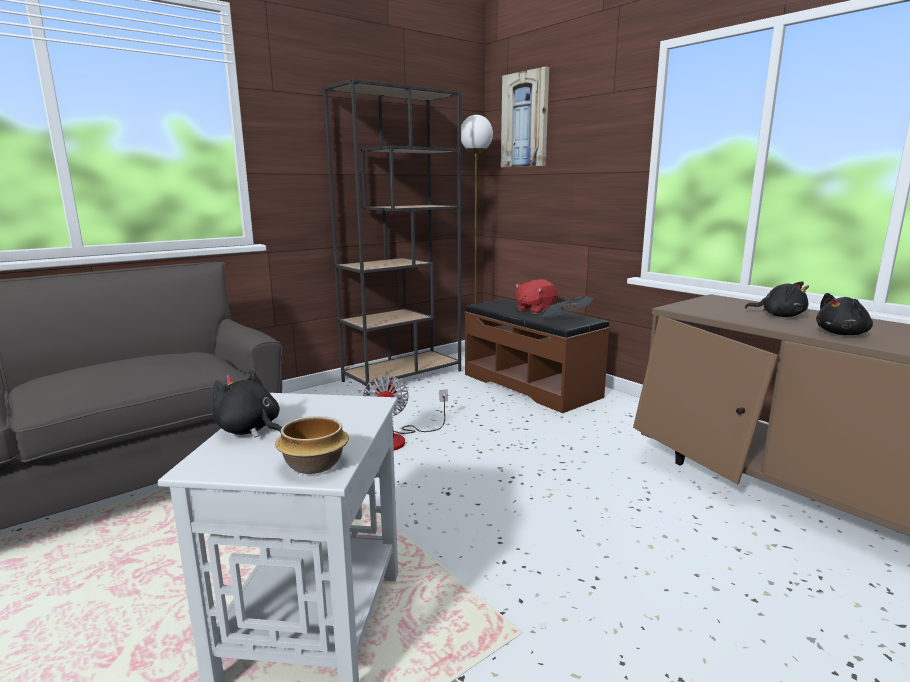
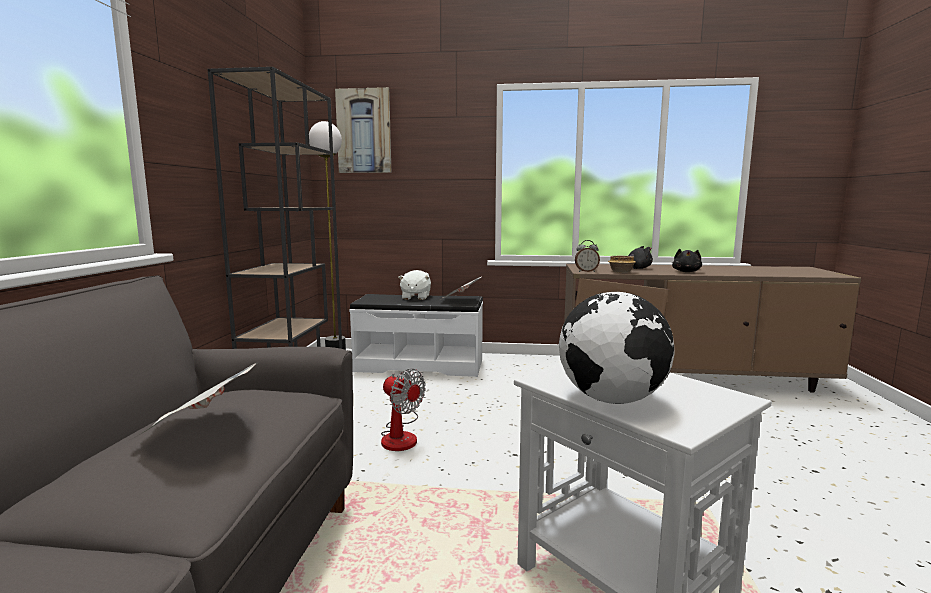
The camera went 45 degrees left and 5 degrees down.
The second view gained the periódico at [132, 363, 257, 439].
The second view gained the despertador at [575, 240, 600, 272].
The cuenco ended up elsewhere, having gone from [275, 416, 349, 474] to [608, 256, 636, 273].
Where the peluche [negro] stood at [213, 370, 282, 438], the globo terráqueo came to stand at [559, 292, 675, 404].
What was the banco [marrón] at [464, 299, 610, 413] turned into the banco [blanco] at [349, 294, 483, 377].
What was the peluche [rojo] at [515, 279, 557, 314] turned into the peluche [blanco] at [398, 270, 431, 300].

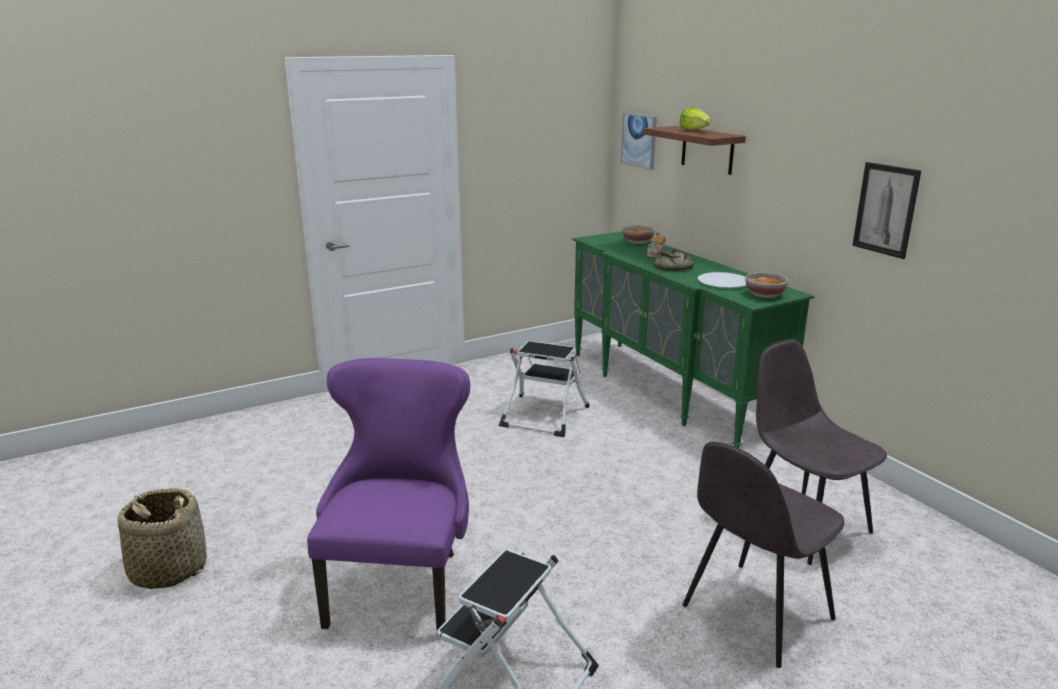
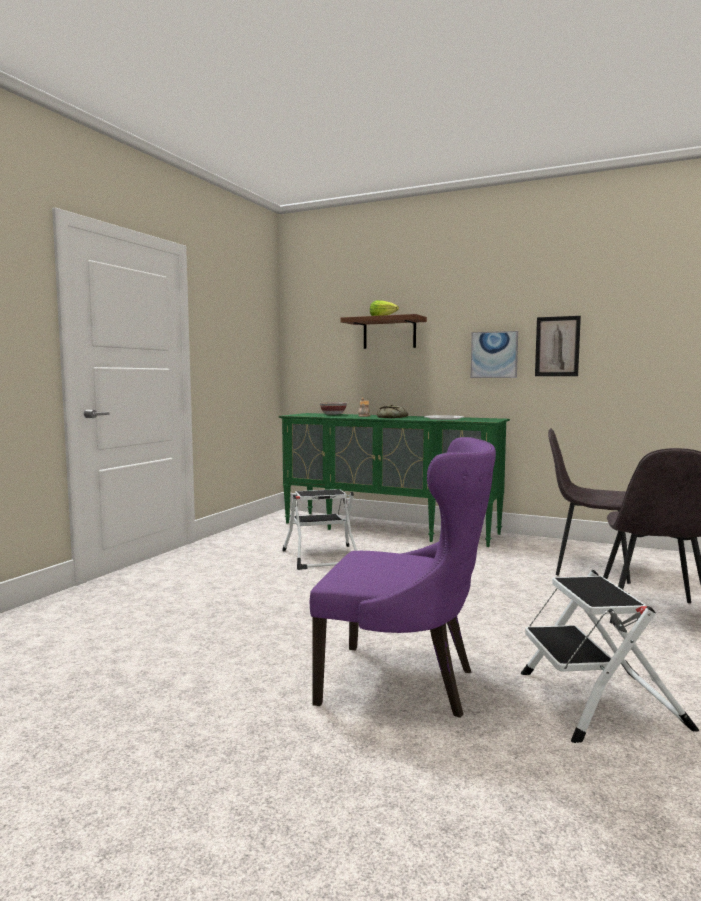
The camera went 35 degrees left and 15 degrees down.
The second view lost the cesta at [118, 488, 207, 589].
The second view lost the cuenco at [745, 272, 788, 298].
The cuadro ended up elsewhere, having gone from [621, 113, 657, 169] to [471, 331, 518, 378].
The silla [morado] at [307, 358, 470, 638] ended up facing another way, 135 degrees clockwise from before.

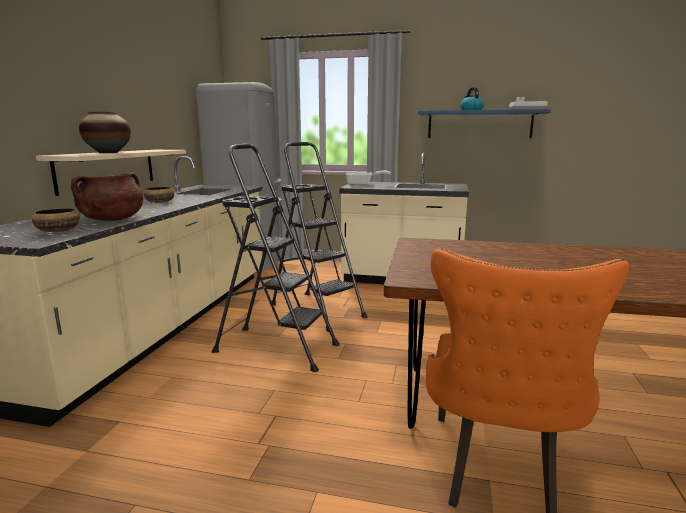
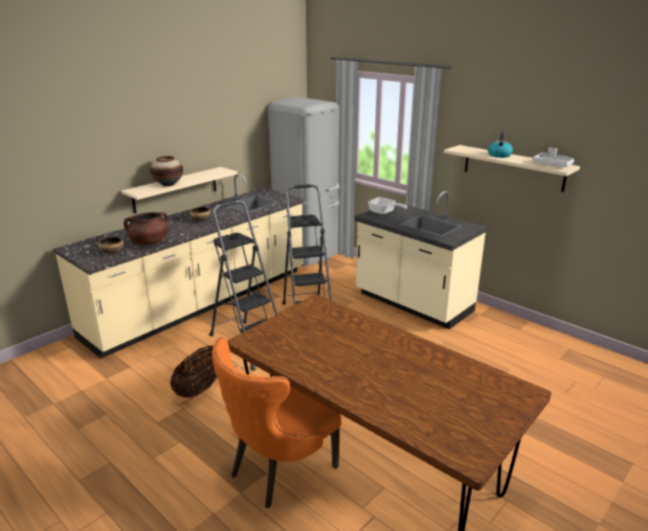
The camera went 30 degrees right and 10 degrees up.
The second view gained the cesta at [170, 345, 217, 398].
What was the estante [azul] at [418, 109, 551, 138] turned into the estante [beis] at [444, 145, 580, 192].

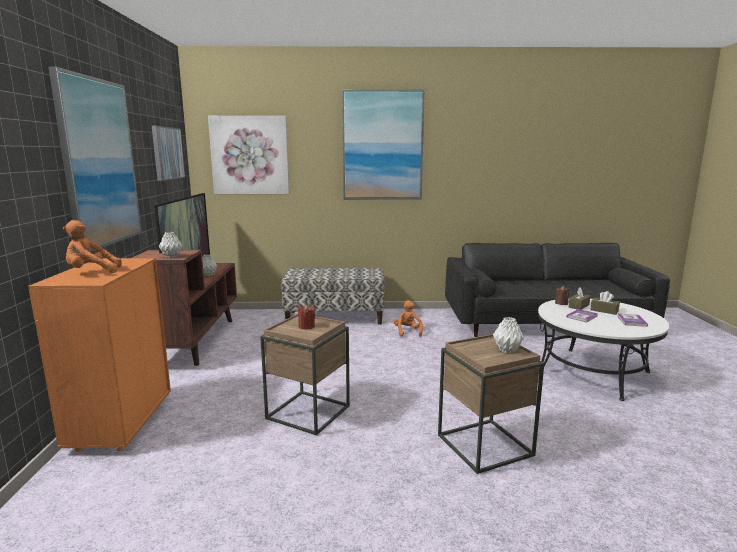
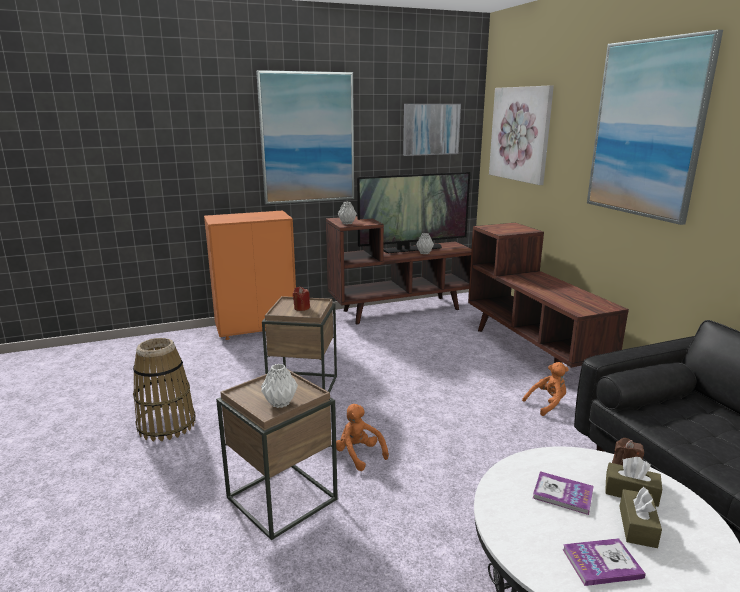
The camera went 70 degrees right and 5 degrees up.
The second view gained the cesta at [133, 338, 196, 441].
The peluche [naranja] ended up elsewhere, having gone from [63, 220, 122, 273] to [336, 404, 389, 471].
Where the banco stood at [281, 268, 385, 325], the mueble de televisión [marrón] came to stand at [468, 223, 629, 368].

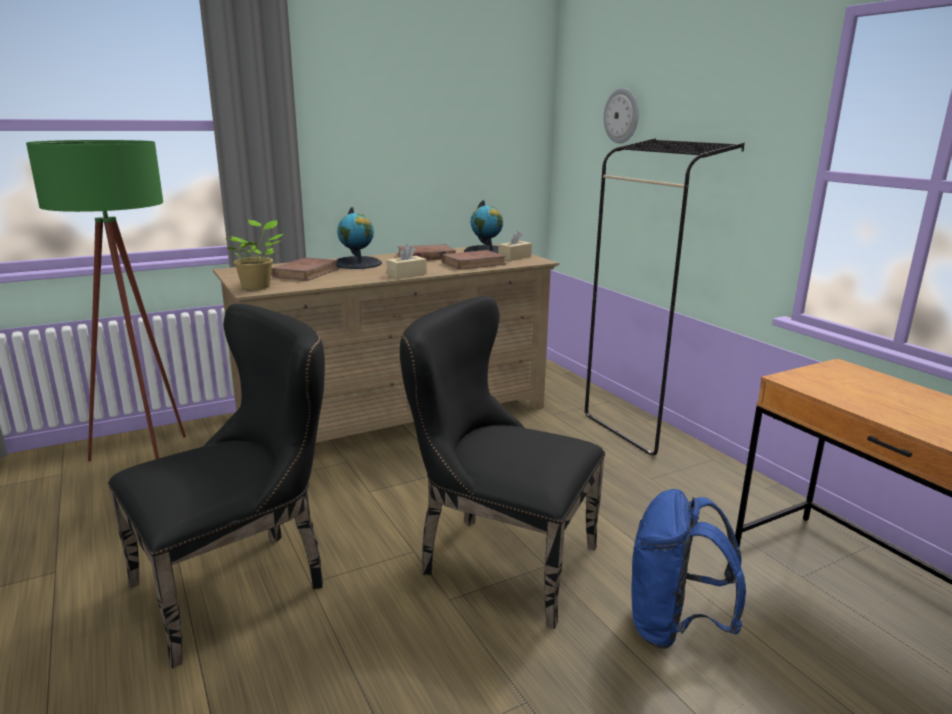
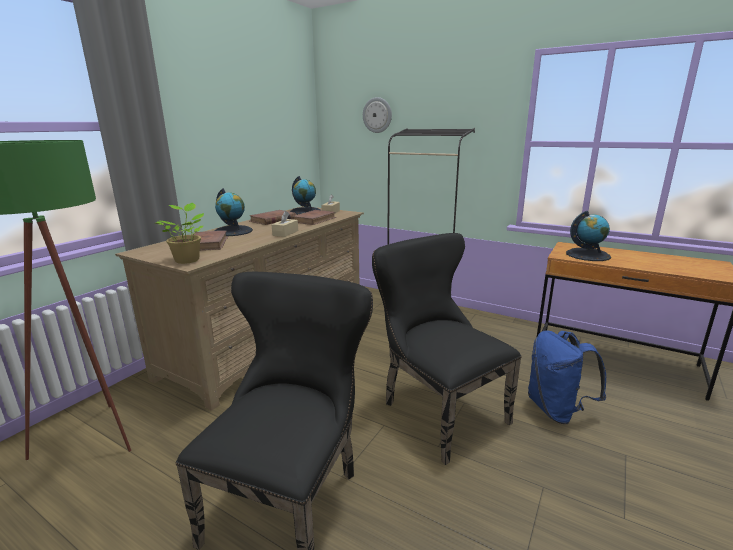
The camera went 30 degrees left and 0 degrees up.
The second view gained the globo terráqueo at [566, 211, 611, 261].
The silla [negro] at [400, 296, 605, 629] ended up facing another way, 60 degrees clockwise from before.

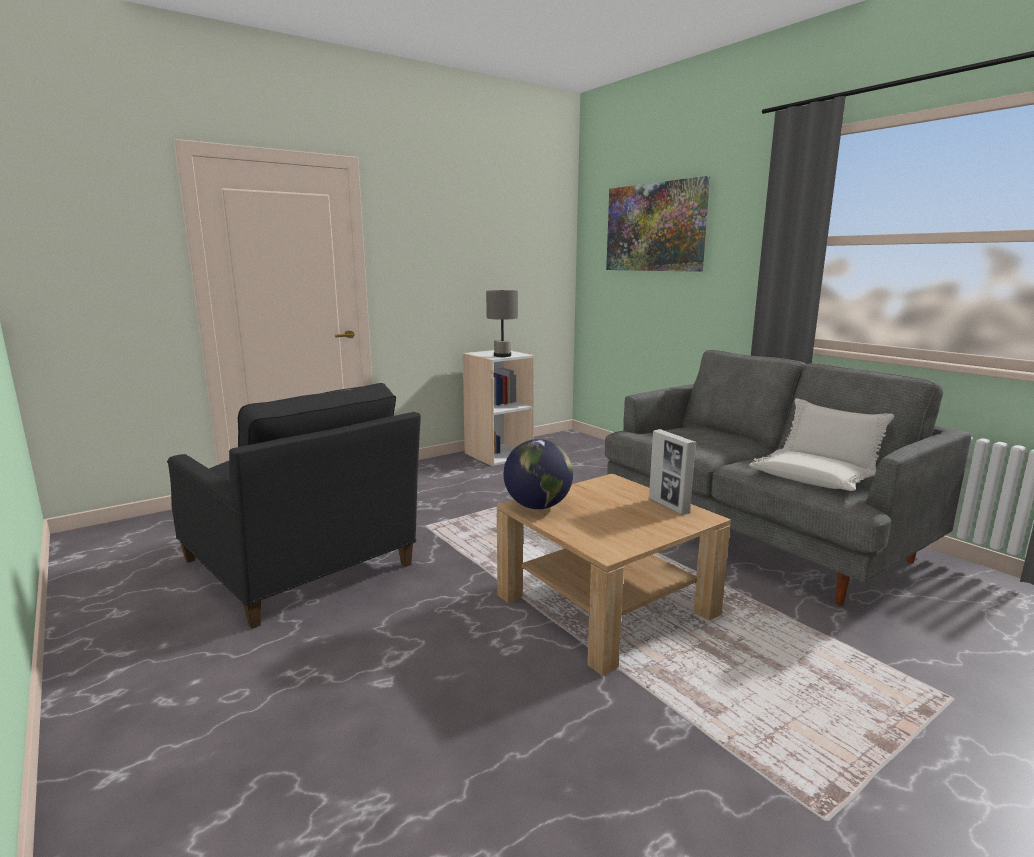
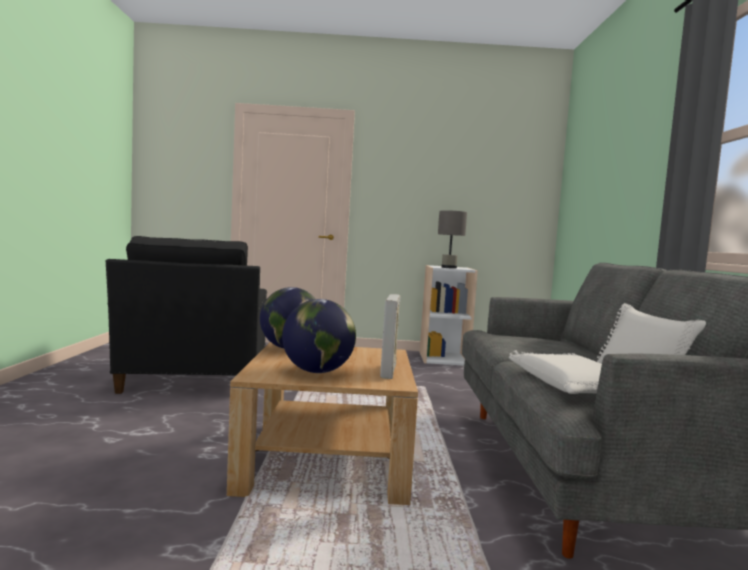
The camera went 35 degrees right and 10 degrees down.
The second view lost the cuadro at [606, 176, 710, 272].
The second view gained the globo terráqueo at [282, 299, 356, 373].

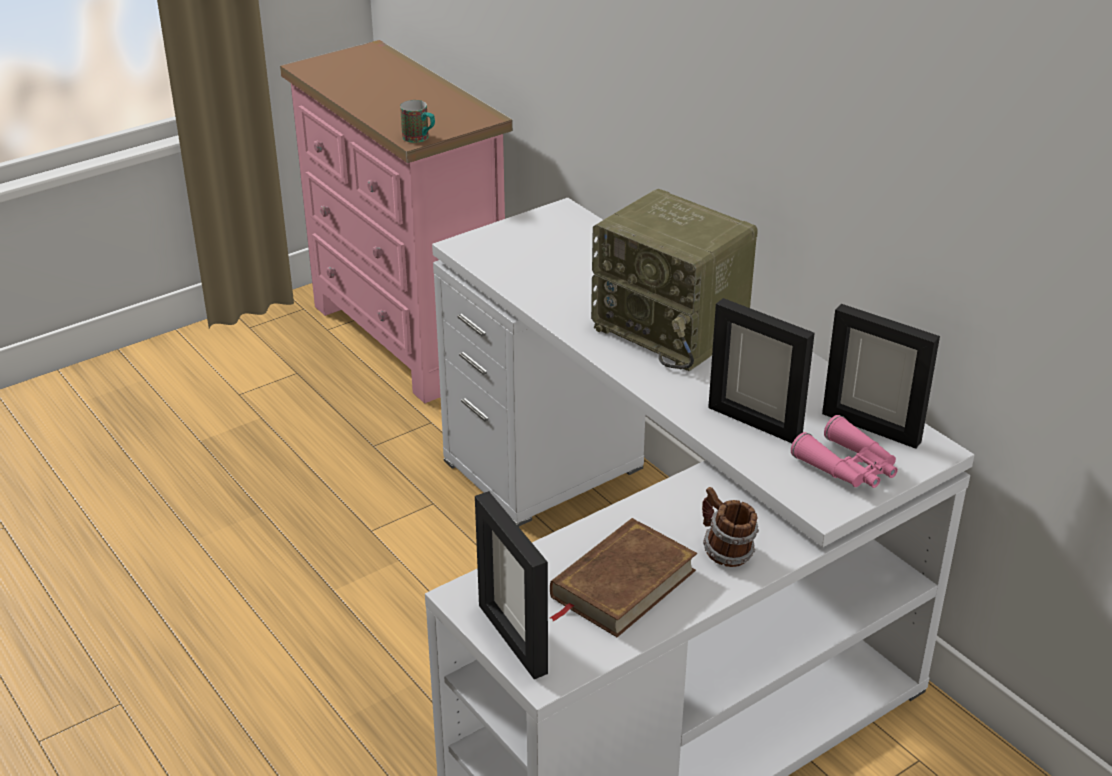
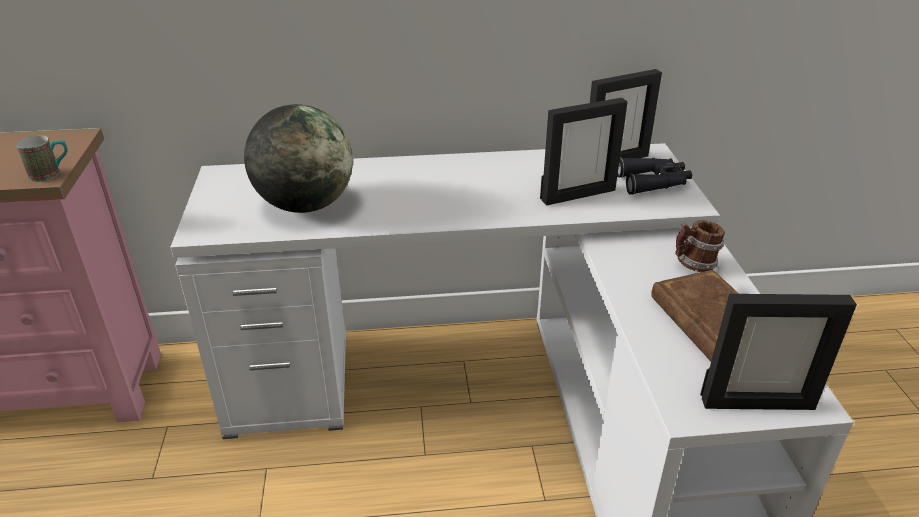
The camera went 60 degrees left and 0 degrees up.
The second view lost the radio at [591, 189, 758, 371].
The second view gained the globo terráqueo at [244, 104, 353, 213].
What was the prismáticos [rosa] at [791, 415, 898, 488] turned into the prismáticos [negro] at [617, 157, 692, 195].

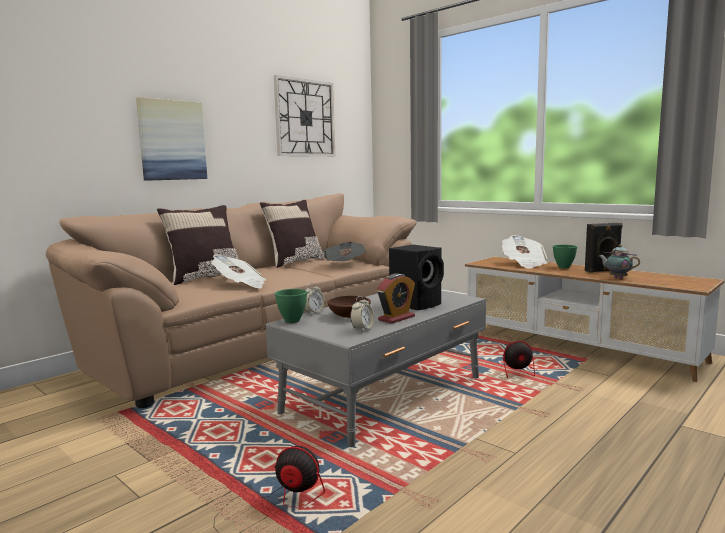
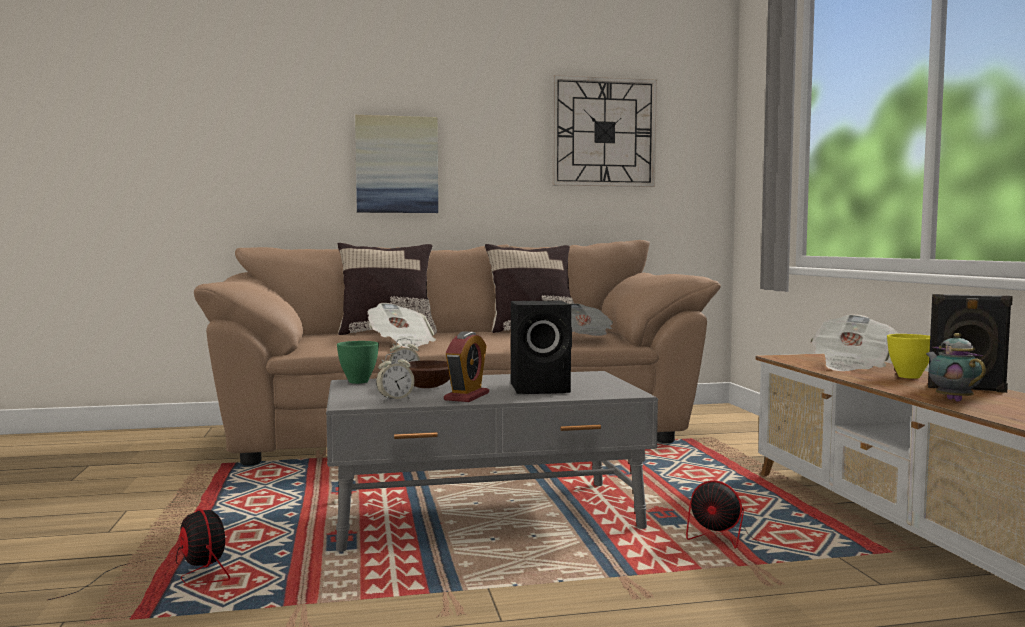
The camera went 35 degrees right and 5 degrees down.
What was the cuenco [verde] at [553, 245, 577, 268] turned into the cuenco [amarillo] at [887, 334, 930, 379].
The despertador at [377, 273, 415, 323] ended up facing another way, 60 degrees counterclockwise from before.

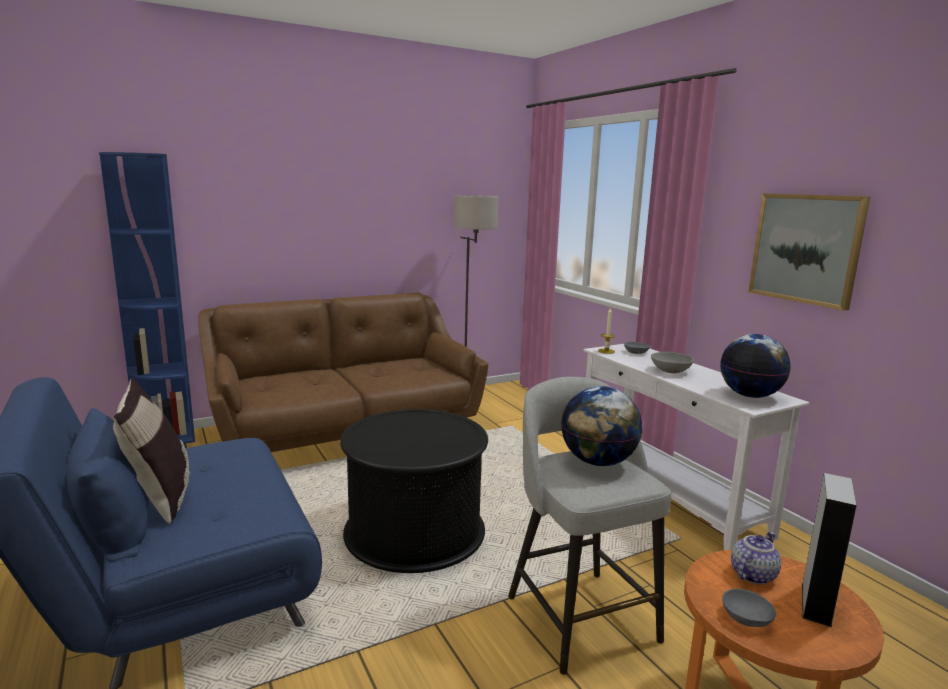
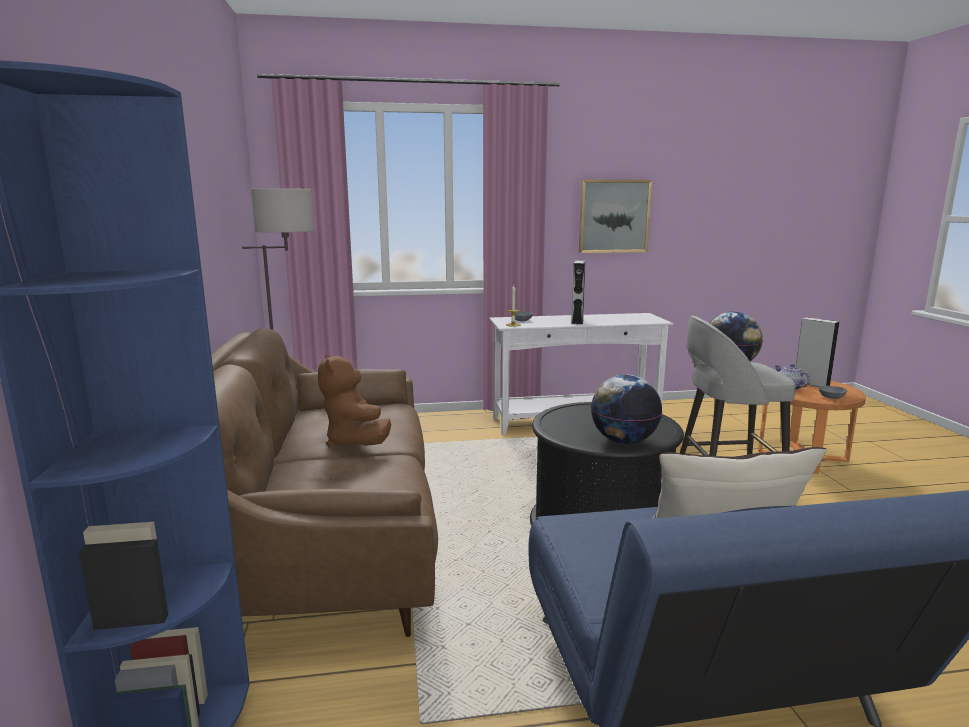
The camera went 70 degrees left and 0 degrees up.
The second view gained the peluche [marrón] at [318, 353, 391, 447].
The globo terráqueo ended up elsewhere, having gone from [720, 334, 791, 398] to [591, 375, 662, 444].
Where the cuenco [gris] stood at [651, 352, 694, 373], the altavoz [gris] came to stand at [571, 261, 586, 324].

